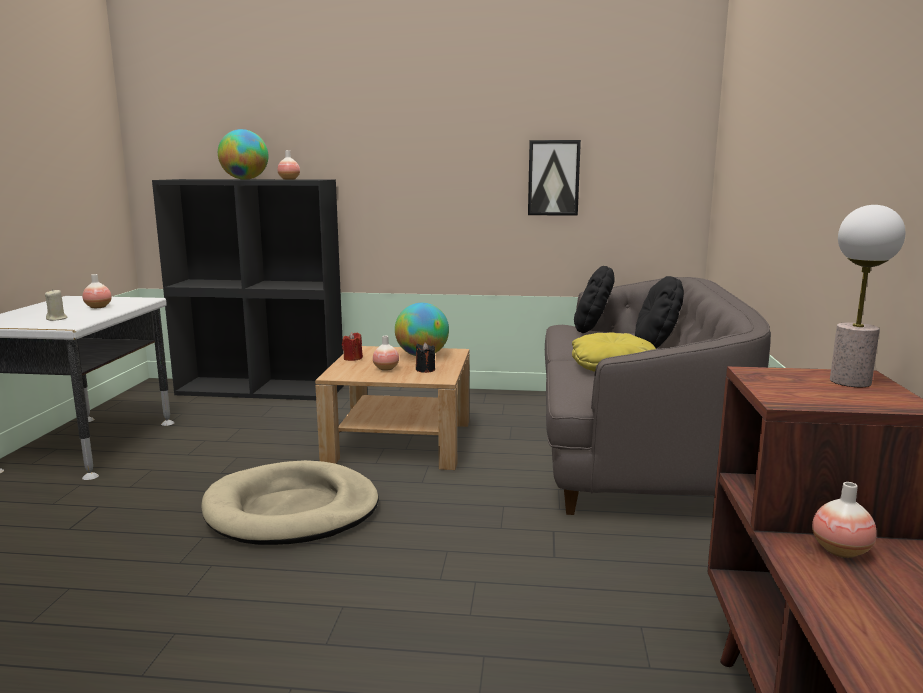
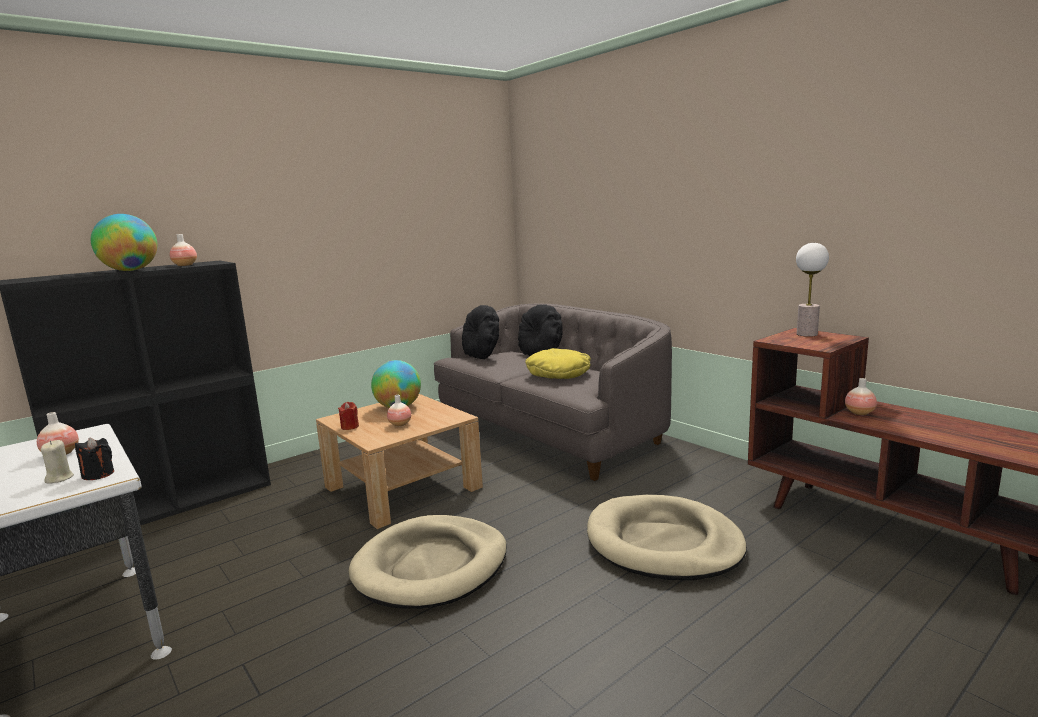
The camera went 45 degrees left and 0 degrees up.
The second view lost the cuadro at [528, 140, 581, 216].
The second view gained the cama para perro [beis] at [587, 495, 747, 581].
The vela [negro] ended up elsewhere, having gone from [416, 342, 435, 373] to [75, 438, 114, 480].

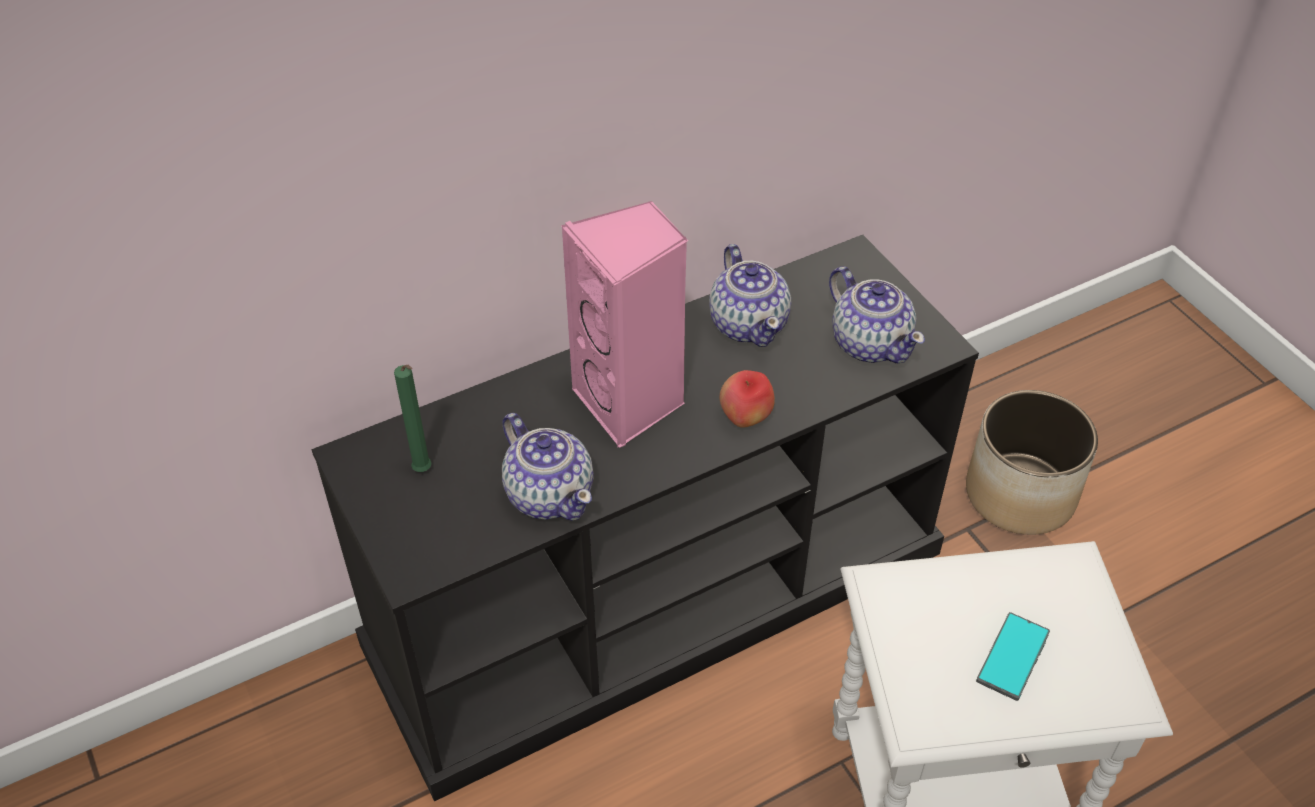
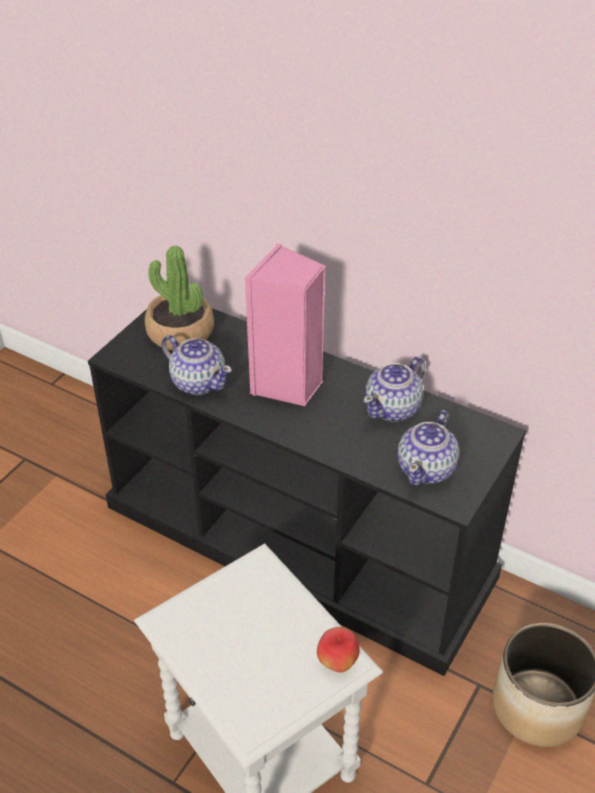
The camera went 60 degrees right and 5 degrees down.
The second view lost the móvil at [976, 612, 1050, 701].
The manzana ended up elsewhere, having gone from [720, 370, 775, 428] to [317, 627, 360, 672].
Where the vela [verde] stood at [394, 365, 432, 472], the planta en maceta came to stand at [145, 246, 214, 350].
The tetera at [502, 413, 593, 521] ended up facing another way, 75 degrees counterclockwise from before.

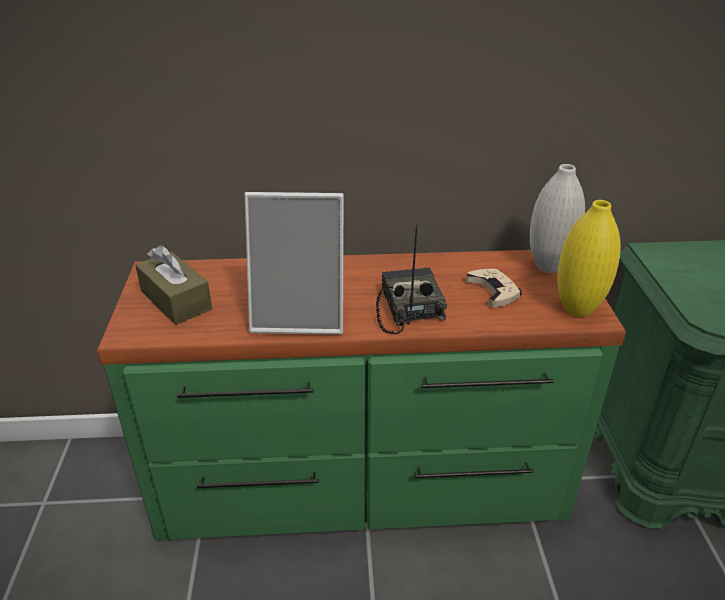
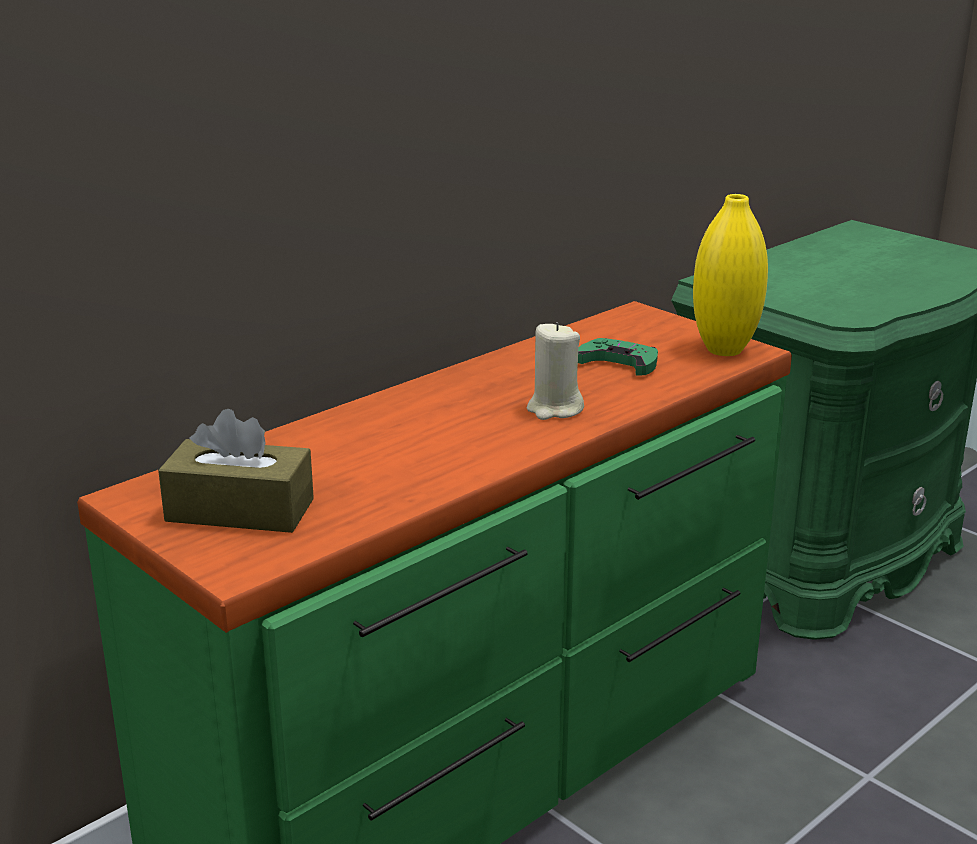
The camera went 40 degrees left and 10 degrees down.
The second view lost the portarretratos at [245, 192, 344, 335].
The second view lost the florero [blanco] at [530, 164, 585, 273].
Where the radio stood at [376, 224, 447, 334], the vela [beis] came to stand at [527, 322, 584, 420].
What was the mando de consola [beis] at [466, 269, 522, 307] turned into the mando de consola [verde] at [578, 338, 658, 376].

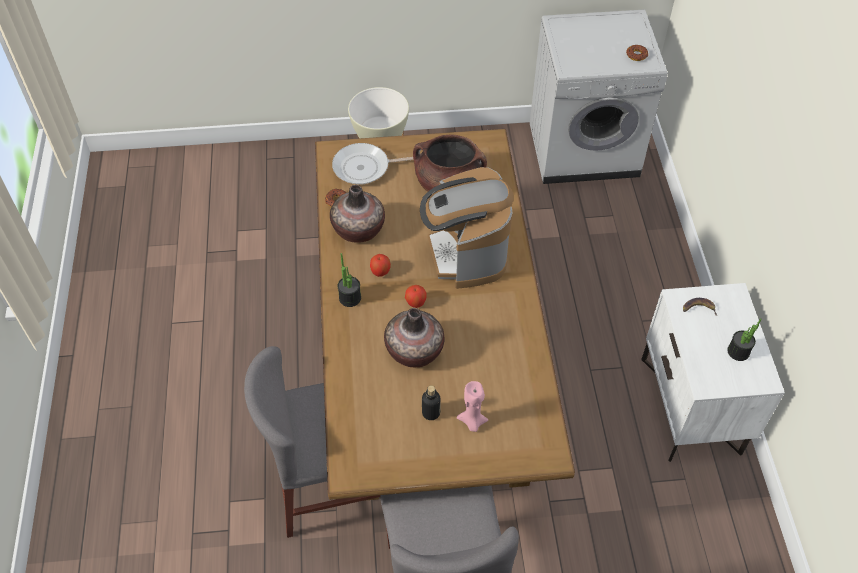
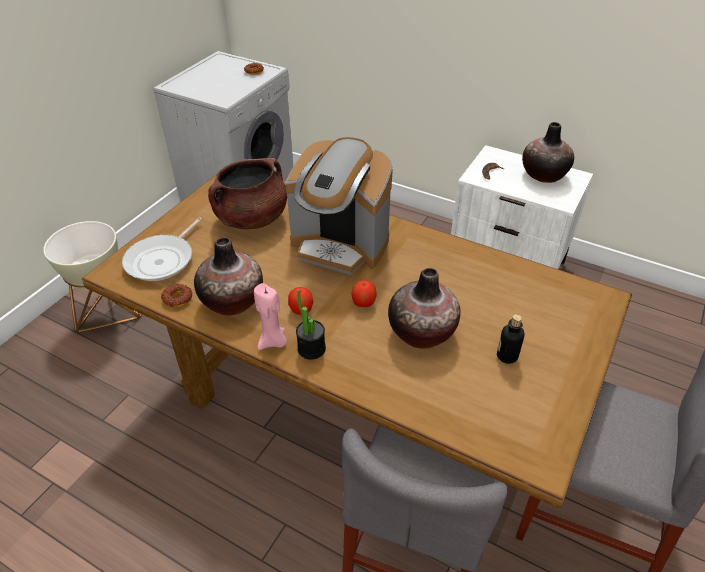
The camera went 55 degrees left and 10 degrees down.
The vela [rosa] ended up elsewhere, having gone from [457, 381, 488, 432] to [254, 283, 287, 350].
Where the planta en maceta stood at [727, 318, 761, 361], the florero came to stand at [522, 122, 574, 183].

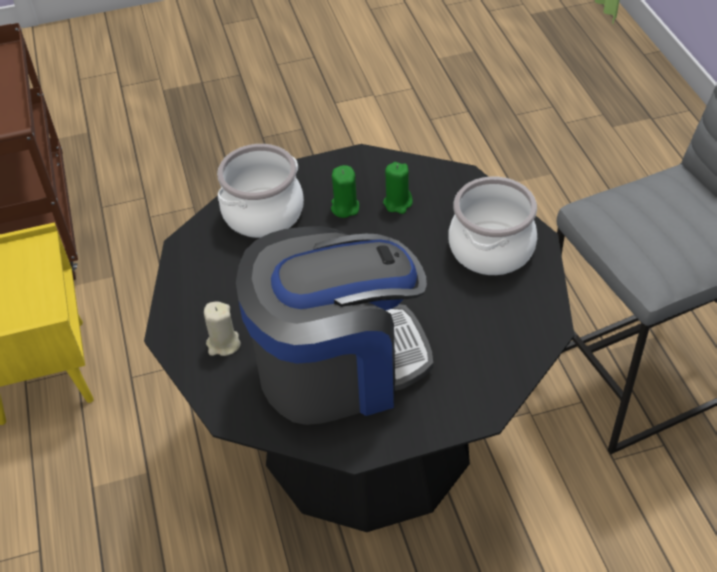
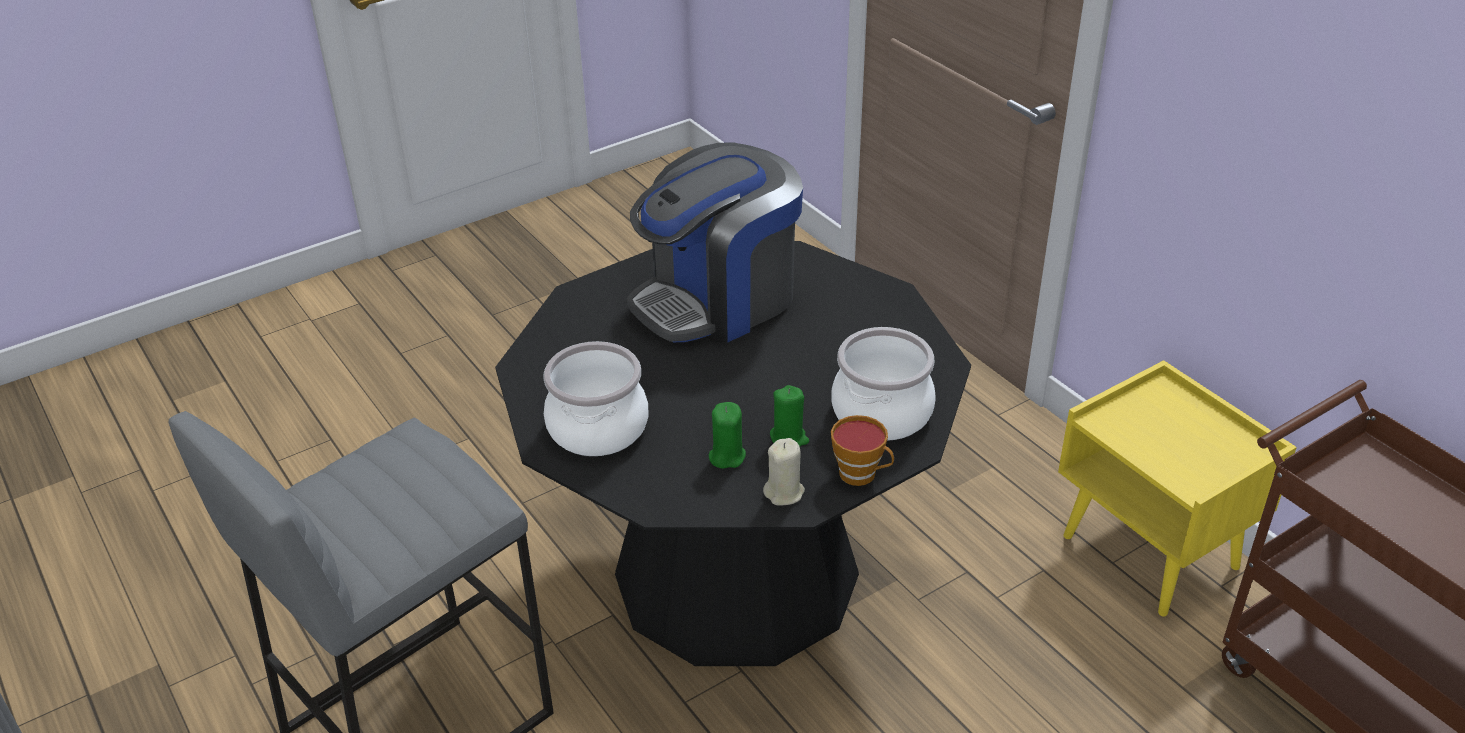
The camera went 160 degrees right and 10 degrees down.
The second view gained the taza at [831, 415, 894, 486].
The vela [beis] ended up elsewhere, having gone from [204, 302, 241, 356] to [763, 438, 805, 506].

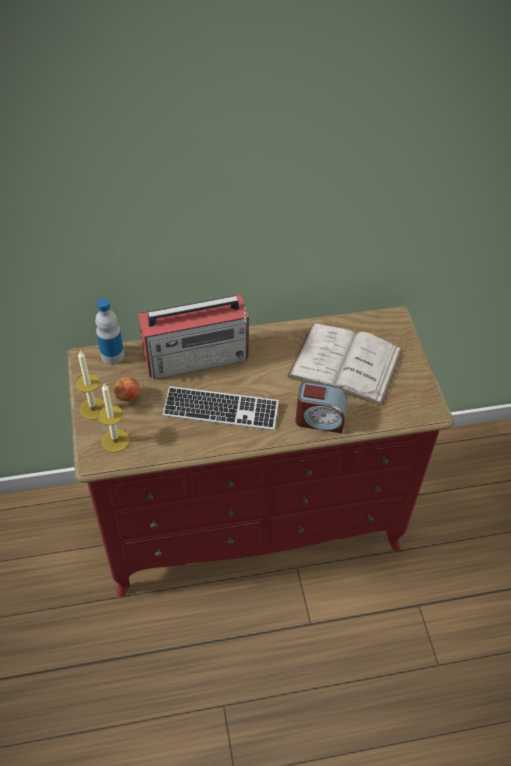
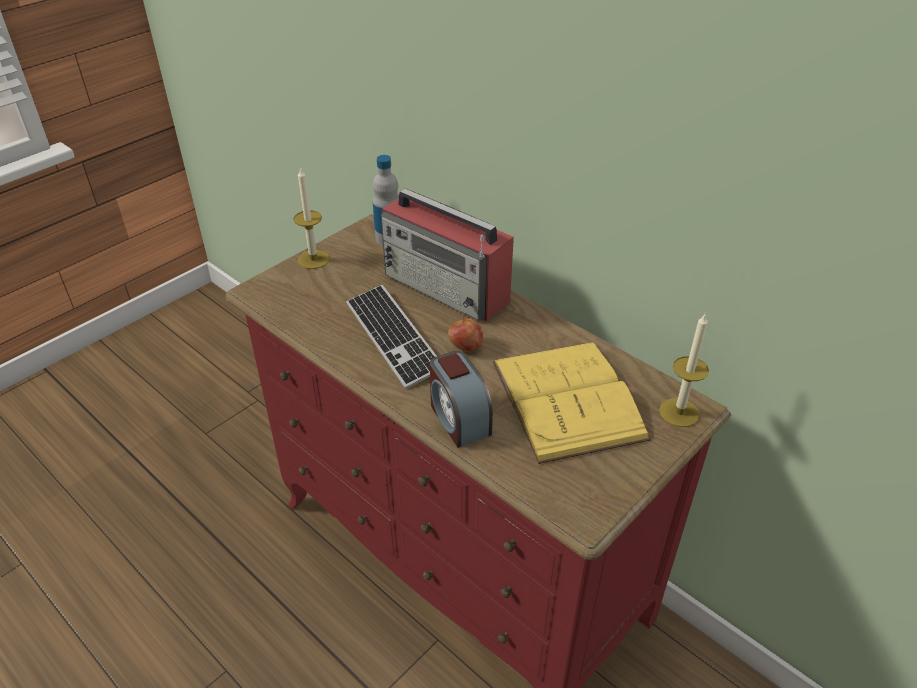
The camera went 55 degrees right and 10 degrees down.
The vela ended up elsewhere, having gone from [98, 384, 130, 452] to [659, 314, 709, 427].
The manzana ended up elsewhere, having gone from [114, 377, 140, 402] to [448, 317, 483, 351].
What was the libro [blanco] at [287, 323, 403, 406] turned into the libro [amarillo] at [493, 342, 651, 464].

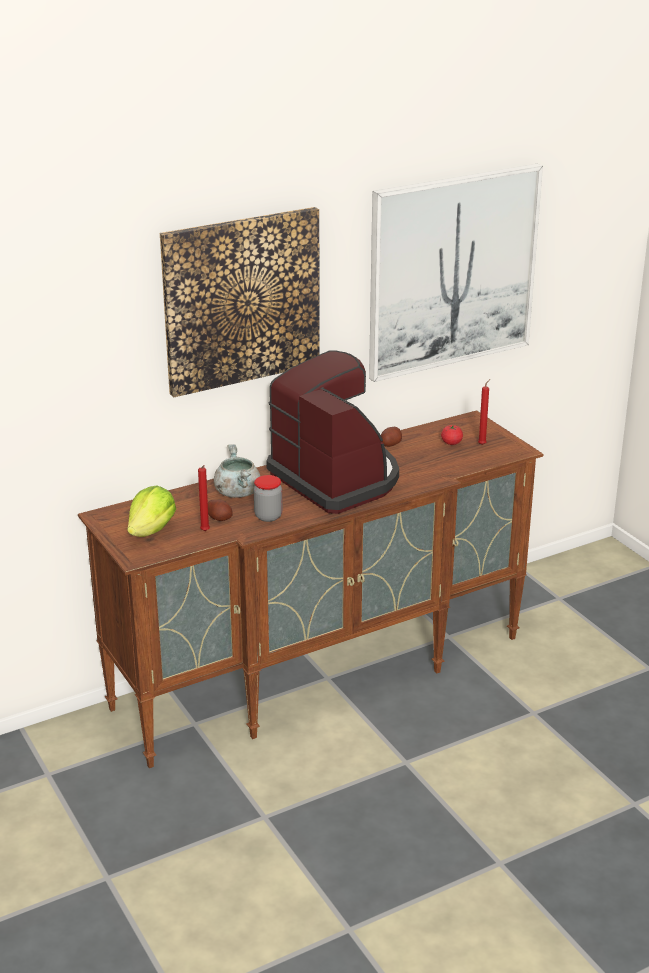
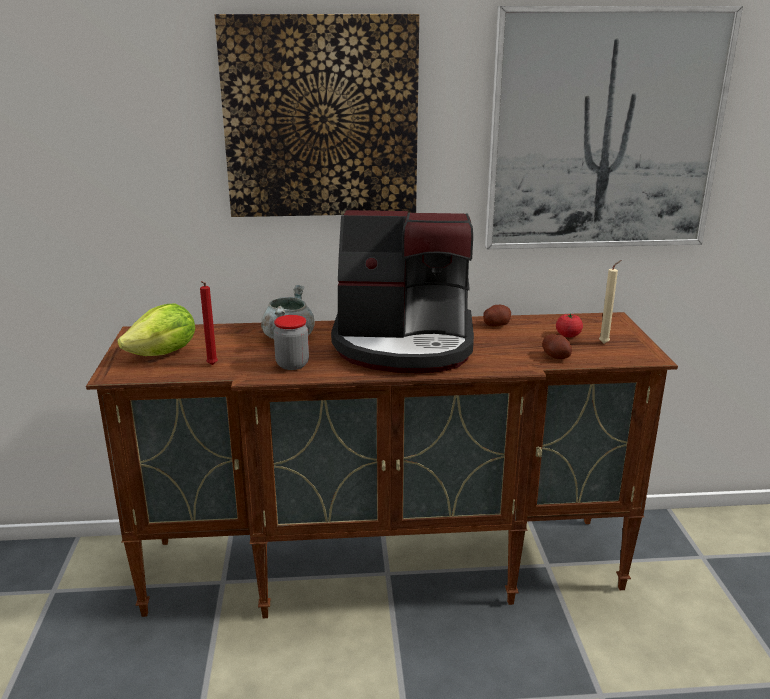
The camera went 25 degrees right and 5 degrees down.
The patata ended up elsewhere, having gone from [208, 500, 233, 521] to [542, 334, 572, 359].
What was the vela [rojo] at [478, 379, 490, 445] turned into the vela [beis] at [599, 260, 622, 343].
The cafetera at [266, 350, 399, 514] ended up facing another way, 105 degrees clockwise from before.

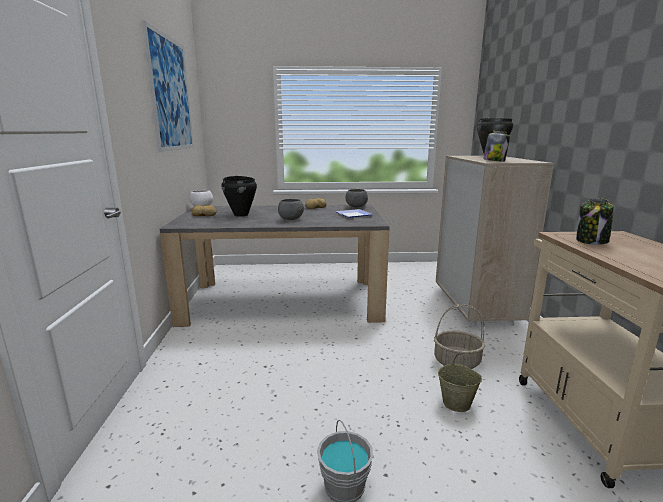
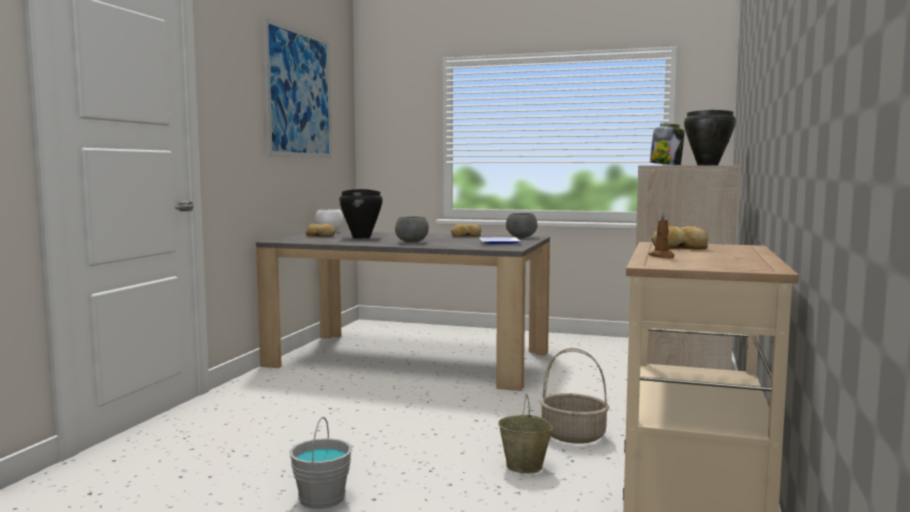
The camera went 20 degrees right and 10 degrees down.
The second view gained the vela [marrón] at [648, 211, 674, 258].
Where the tarro stood at [576, 198, 614, 245], the pan came to stand at [652, 226, 708, 250].

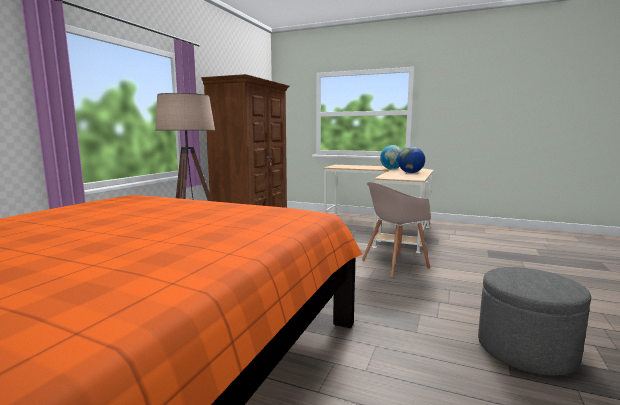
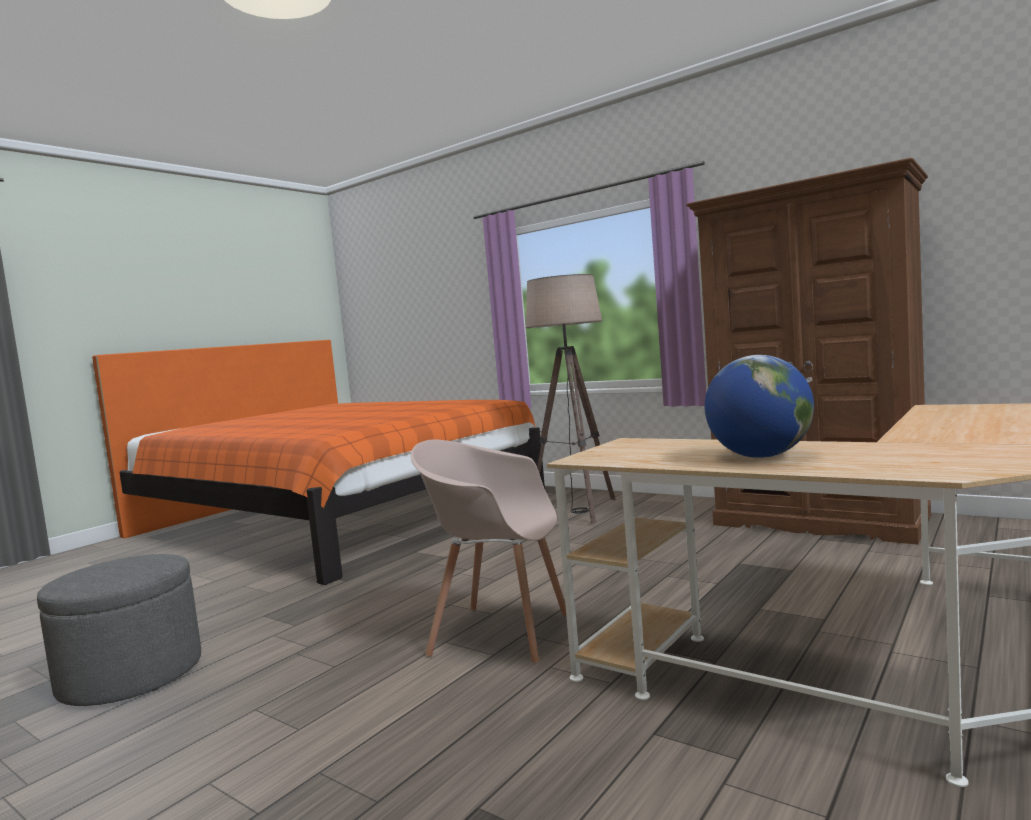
The camera went 105 degrees right and 5 degrees down.
The second view lost the globo terráqueo at [380, 145, 402, 169].
The silla [beis] at [362, 182, 431, 277] ended up facing another way, 60 degrees counterclockwise from before.

